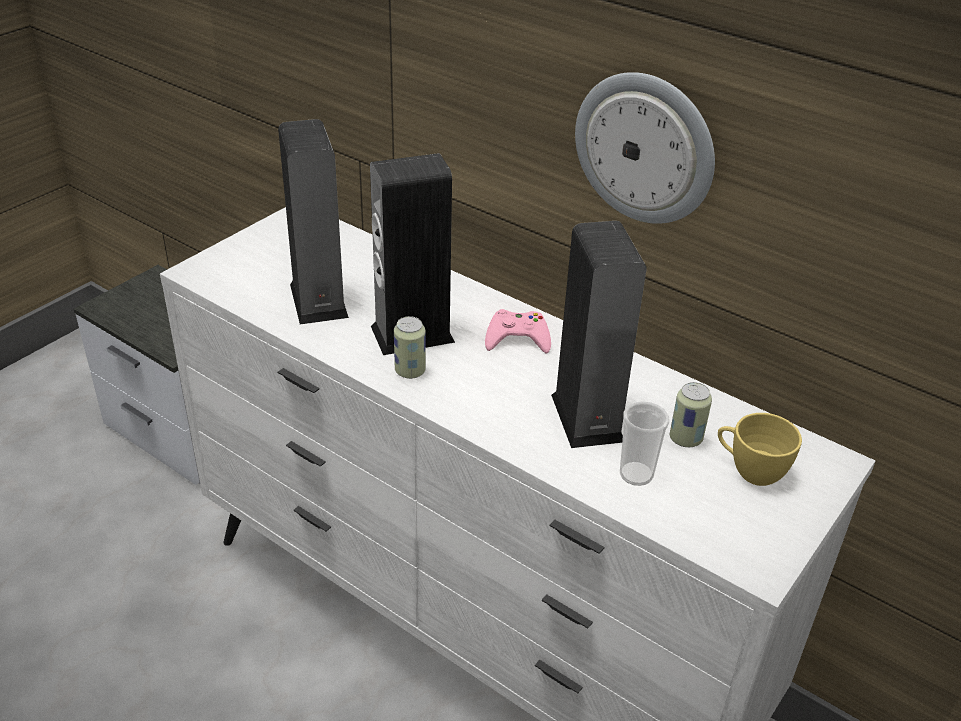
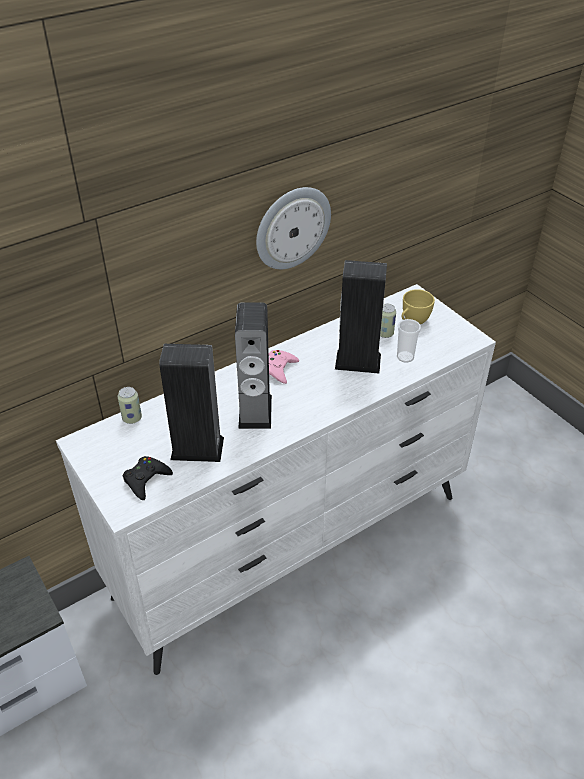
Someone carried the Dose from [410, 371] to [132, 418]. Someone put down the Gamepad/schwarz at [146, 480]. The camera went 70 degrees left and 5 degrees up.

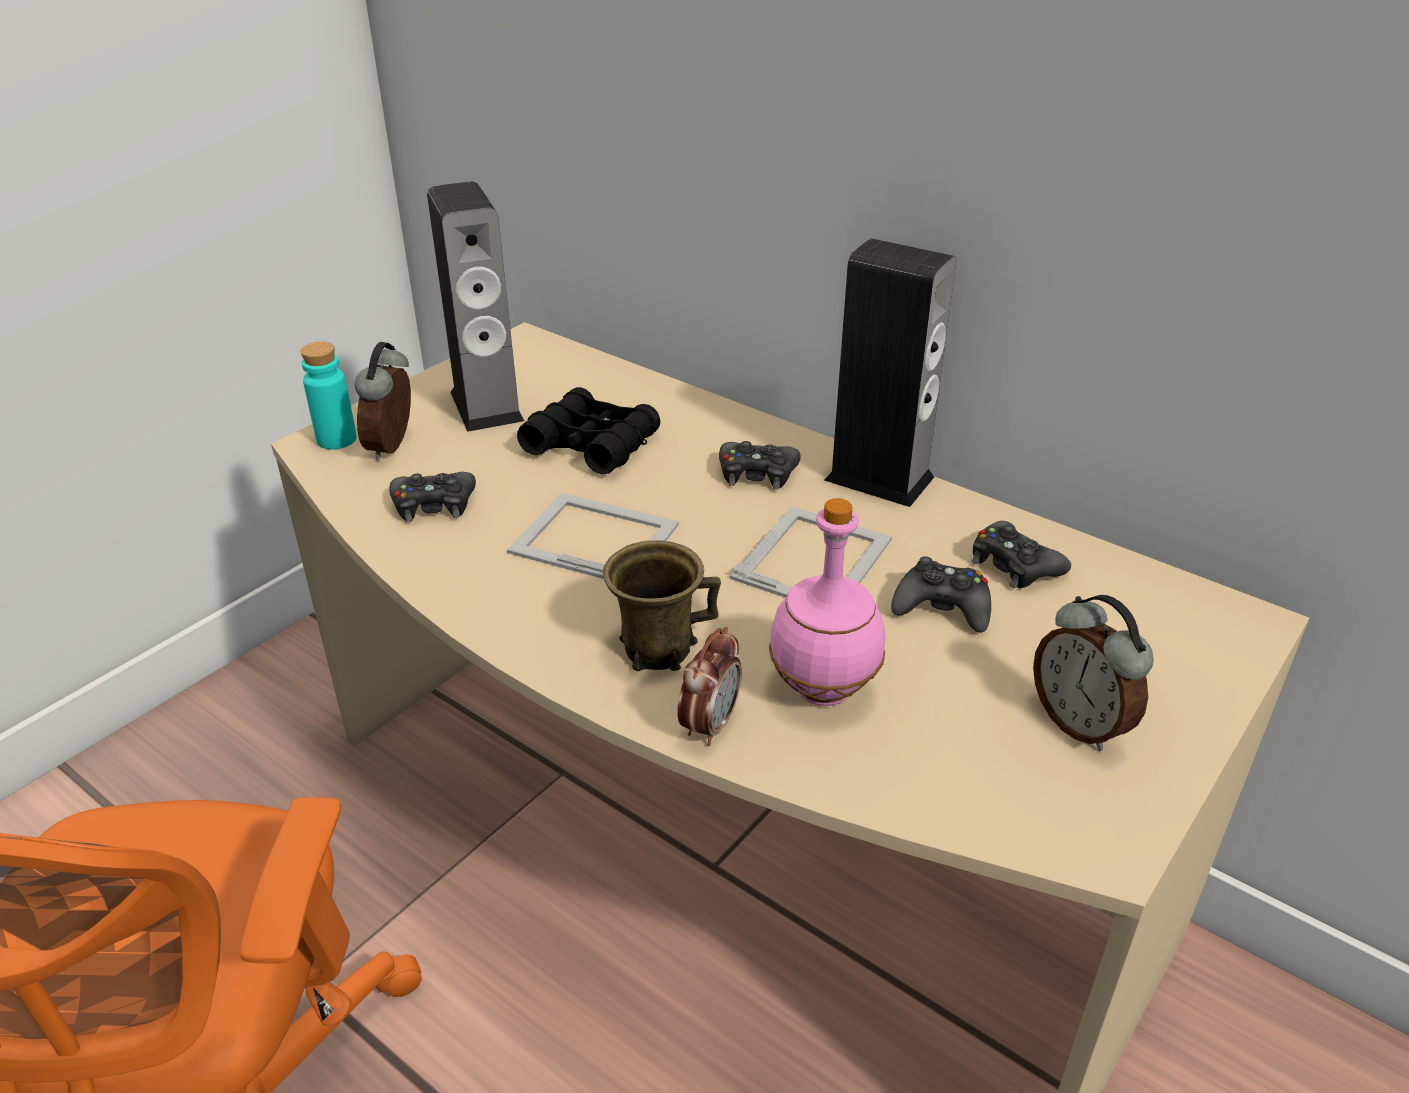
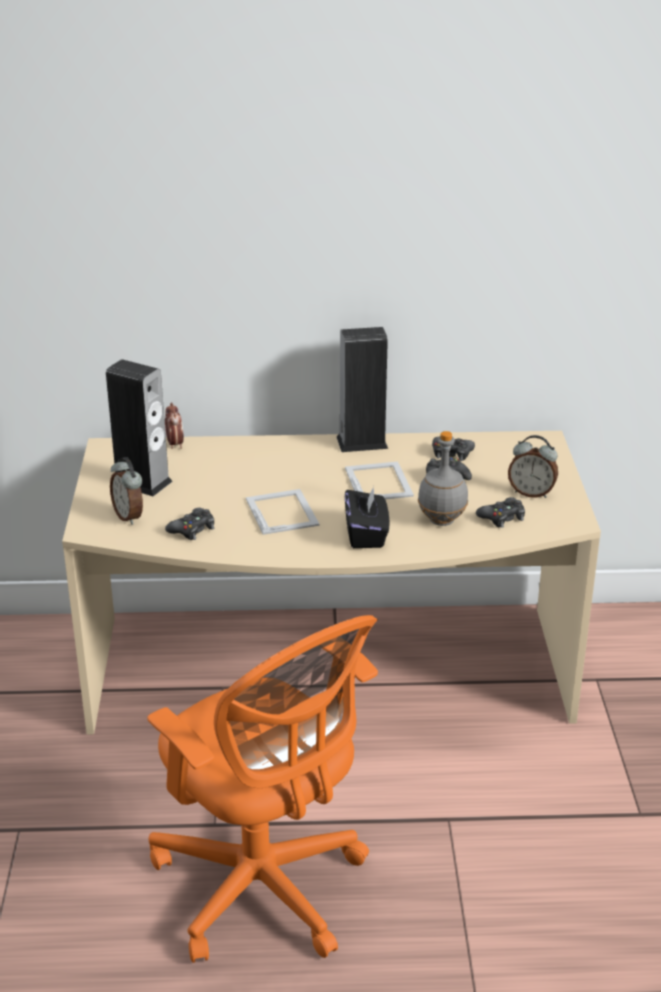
Someone took away the Flasche/türkis at [337, 439]. Someone rotated the Bilderrahmen at [593, 537] by 90 degrees clockwise. Someone took away the Fernglas/schwarz at [591, 445]. Someone swapped the Henkelbecher/braun at [657, 647] for the Taschentuchbox/schwarz at [366, 535]. Someone carried the Wecker from [710, 725] to [175, 444]. Someone carried the Gamepad/schwarz from [757, 474] to [502, 517]. Someone repainted the Flasche/rosa at [821, 690], which became the Flasche/grau at [441, 521]. The camera went 40 degrees left and 5 degrees down.

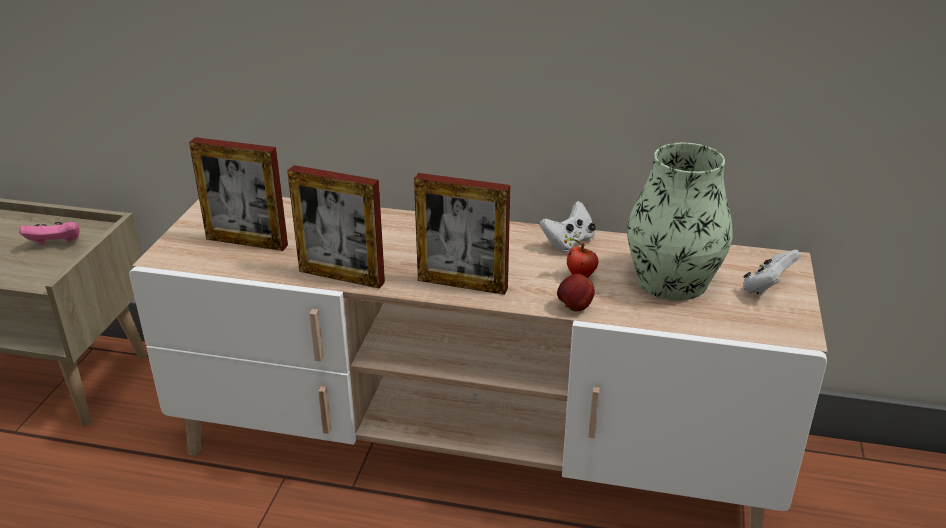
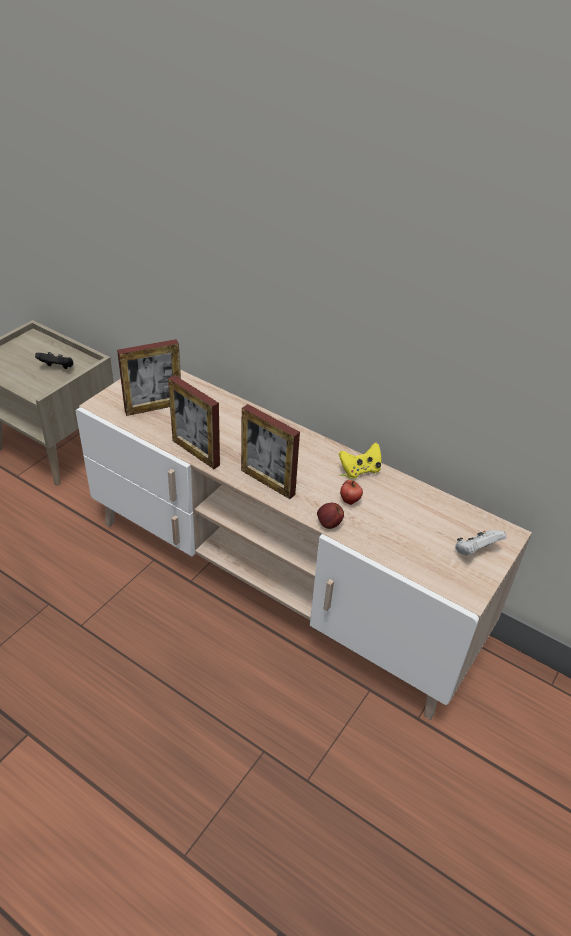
Someone repainted the Gamepad/rosa at [56, 244], which became the Gamepad/schwarz at [57, 368]. Someone rotated the Bilderrahmen at [247, 242] by 60 degrees counterclockwise. Someone repainted the Gamepad/weiß at [568, 242], which became the Gamepad/gelb at [360, 470]. Someone took away the Vase at [672, 281]. The camera went 20 degrees right and 10 degrees up.

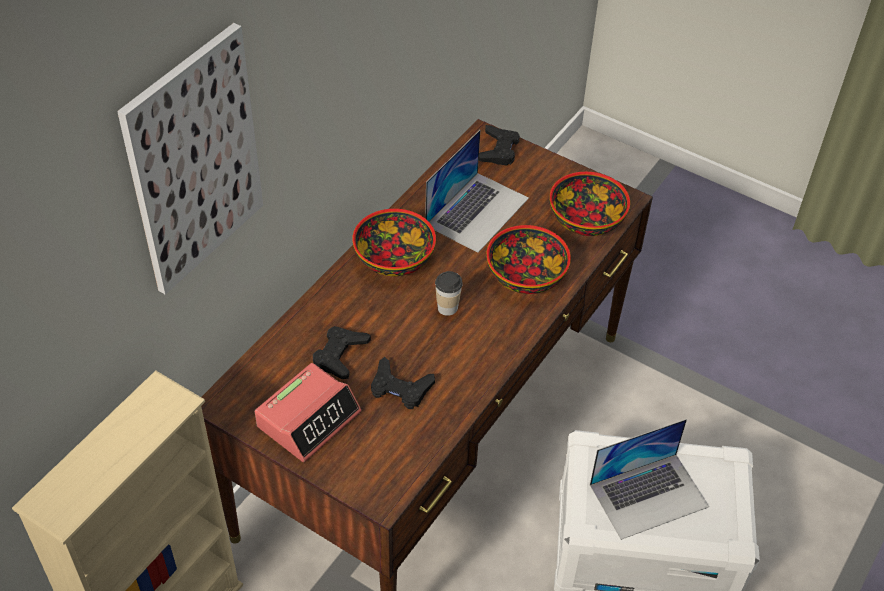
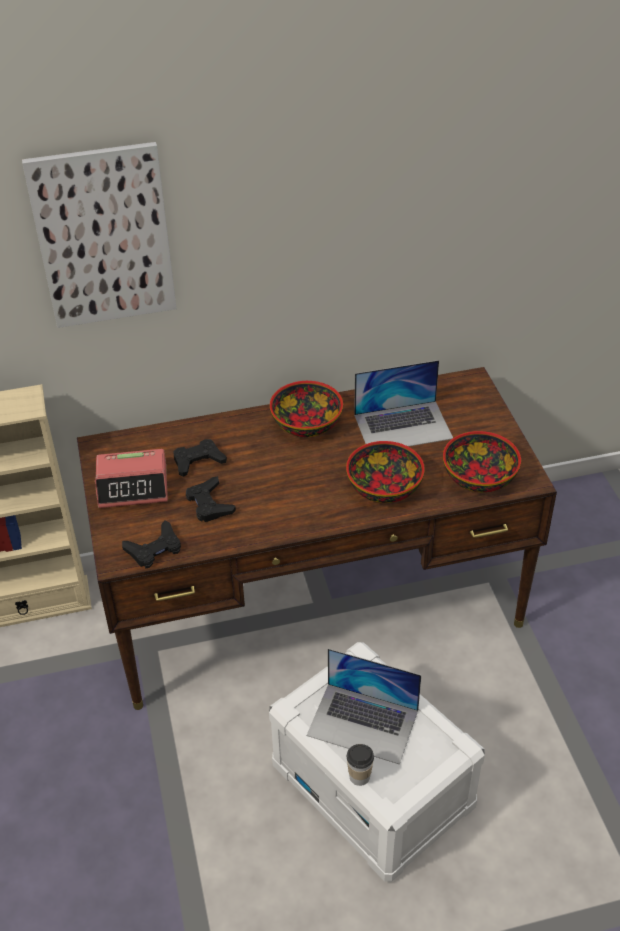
Someone carried the Tasse from [447, 307] to [359, 776]. Someone carried the Gamepad/schwarz from [498, 150] to [154, 549]. The camera went 45 degrees right and 5 degrees down.

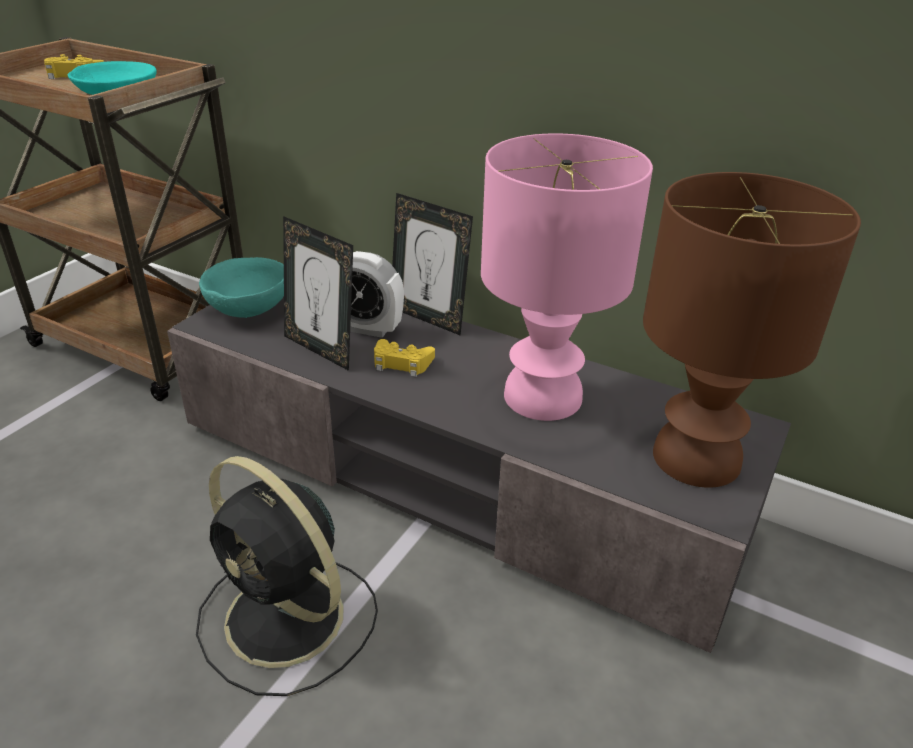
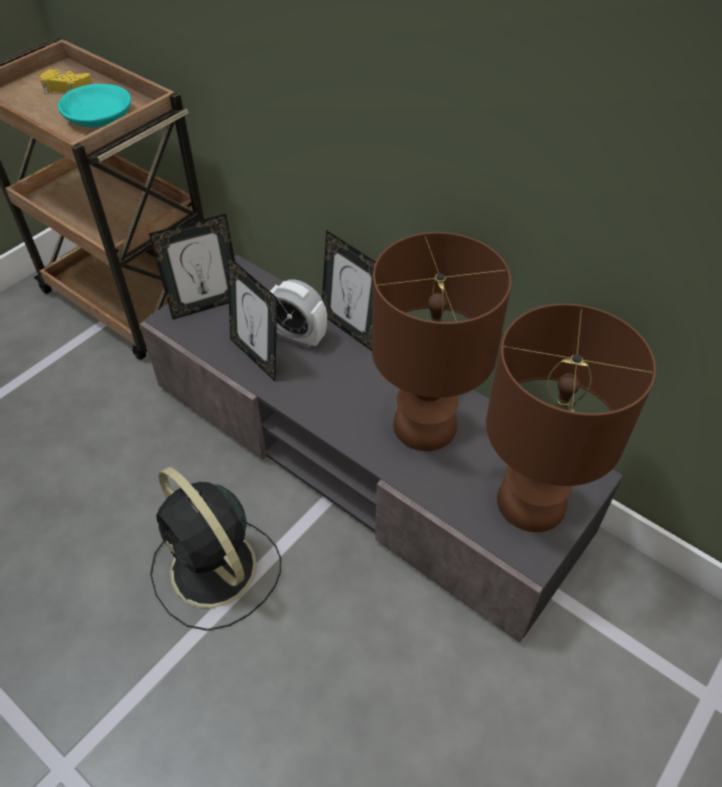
Someone swapped the Schüssel/türkis at [249, 308] for the Bilderrahmen at [206, 305]. Someone took away the Gamepad/gelb at [401, 363]. Someone repainted the Tischlampe/rosa at [544, 396], which became the Tischlampe/braun at [426, 425]. The camera went 10 degrees right and 15 degrees up.

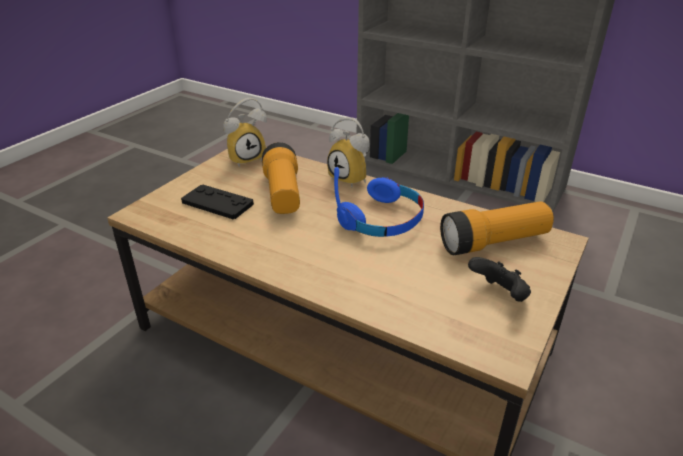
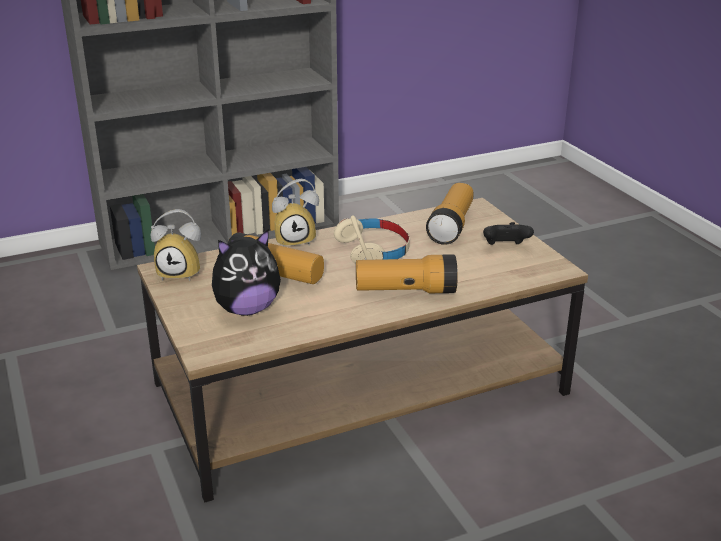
Someone swapped the Gamepad/schwarz at [217, 203] for the Plüschtier at [247, 309]. Someone rotated the Wecker at [246, 158] by 90 degrees clockwise. Someone repainted the Kopfhörer/blau at [383, 220], which became the Kopfhörer/beige at [373, 251]. Someone put down the Taschenlampe at [405, 291]. The camera went 55 degrees left and 5 degrees down.

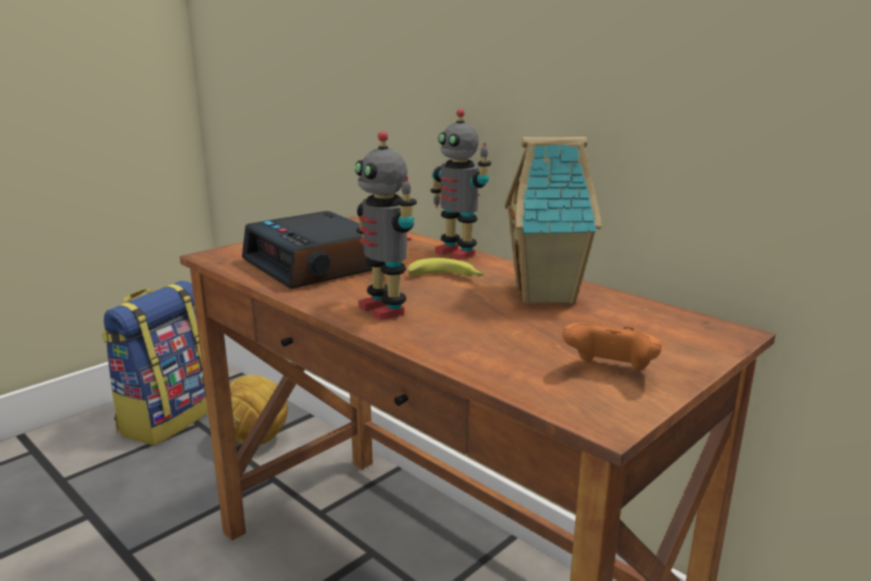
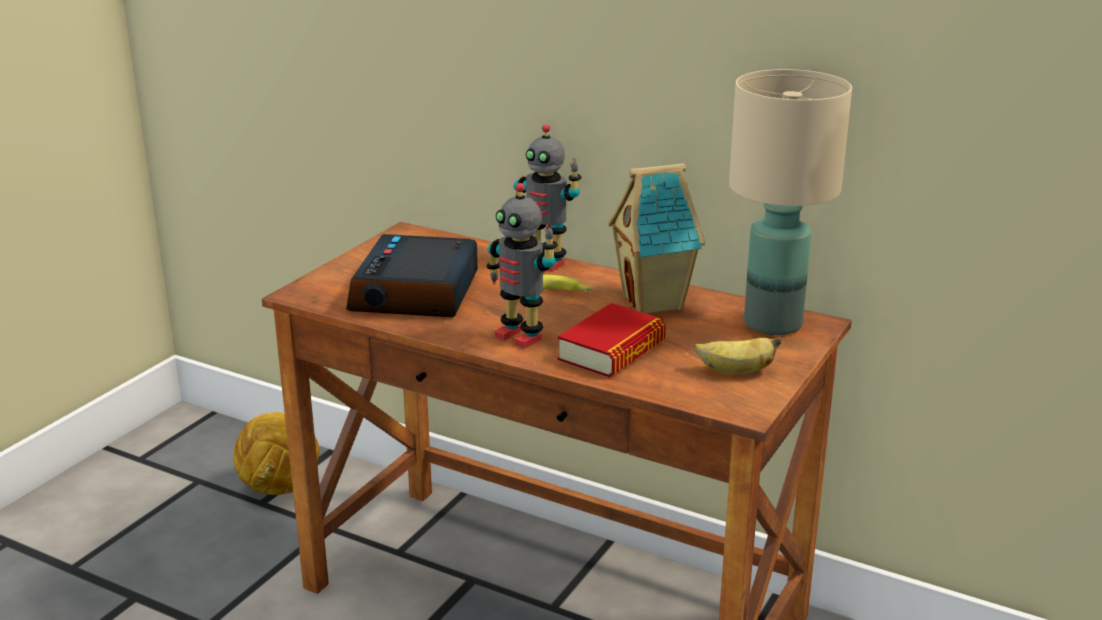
Someone took away the Rucksack at [168, 418]. Someone rotated the Wecker at [316, 264] by 60 degrees clockwise. Someone swapped the Gamepad/orange at [609, 372] for the Banane at [735, 371]. Someone put down the Buch at [611, 351]. Someone put down the Tischlampe/beige at [771, 323]. The camera went 15 degrees left and 5 degrees up.

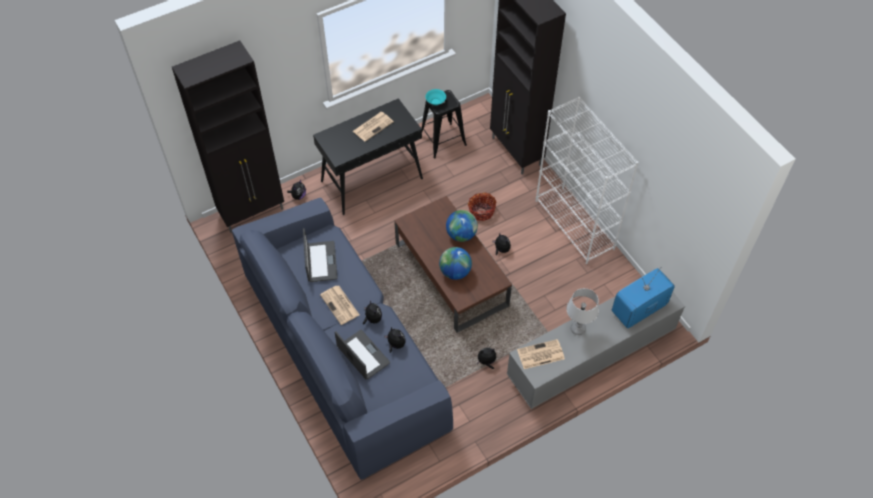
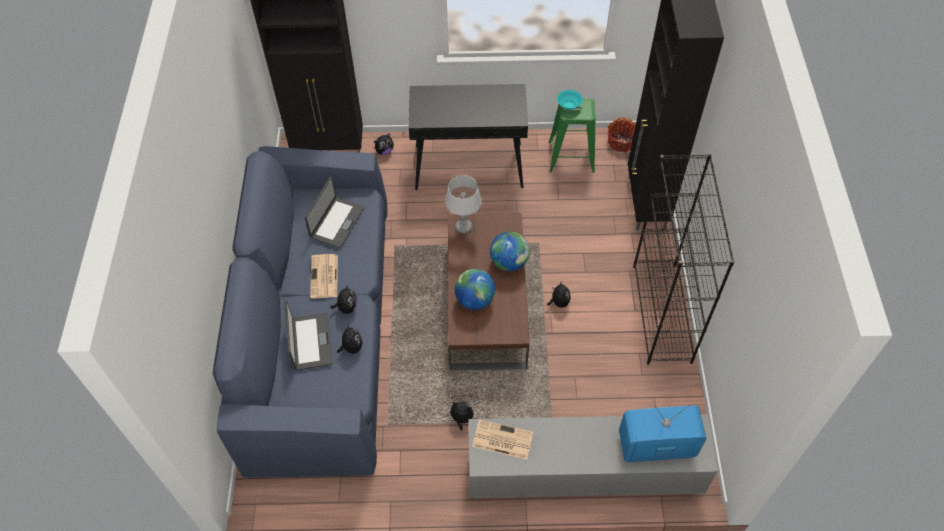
Someone took away the Zeitung at [373, 126]. Someone repainted the Hocker/schwarz at [442, 141], which became the Hocker/grün at [570, 157]. Someone carried the Korb from [481, 211] to [621, 142]. Someone repainted the Bücherregal/weiß at [575, 225], which became the Bücherregal/schwarz at [662, 313]. Someone carried the Tischlampe/grau from [578, 329] to [464, 227]. The camera went 30 degrees right and 0 degrees up.

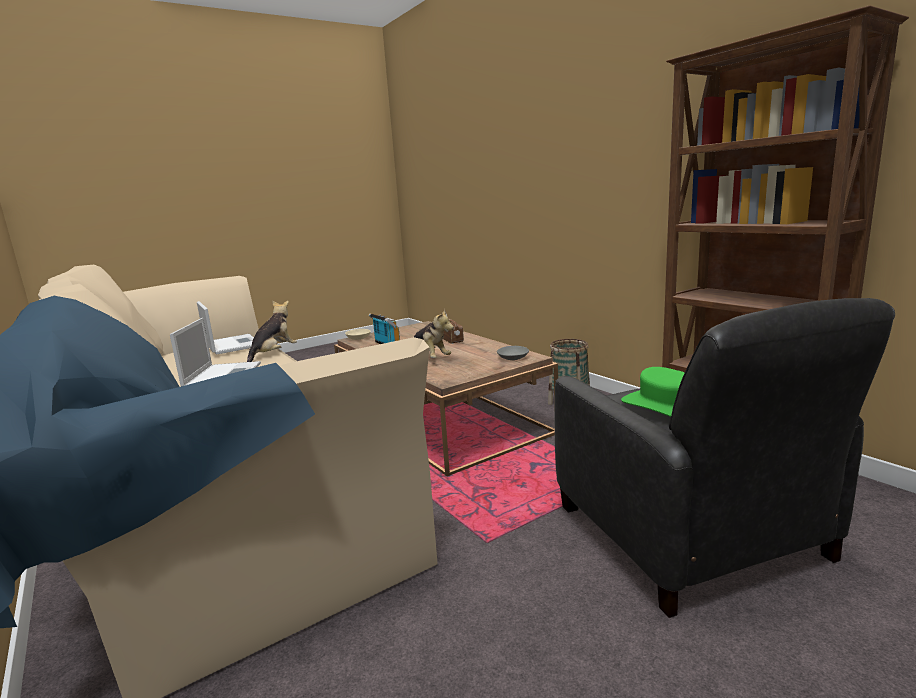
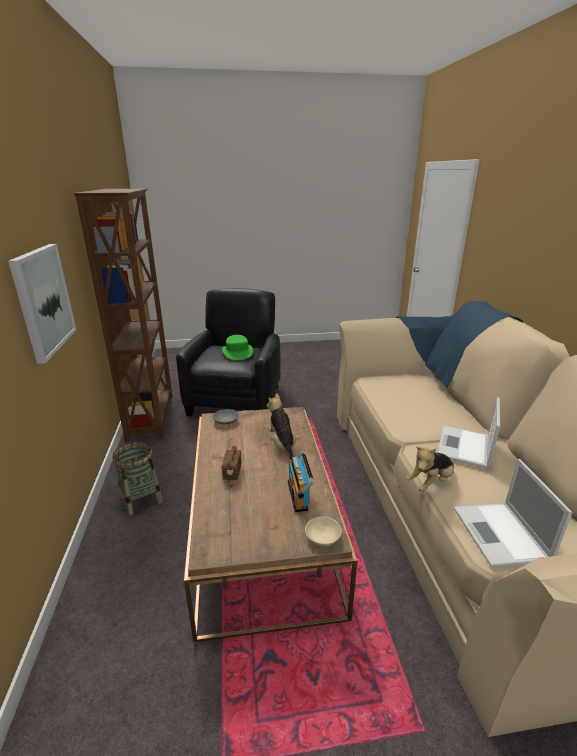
Someone put up the Bild at [43, 300]. The camera went 155 degrees left and 10 degrees up.

